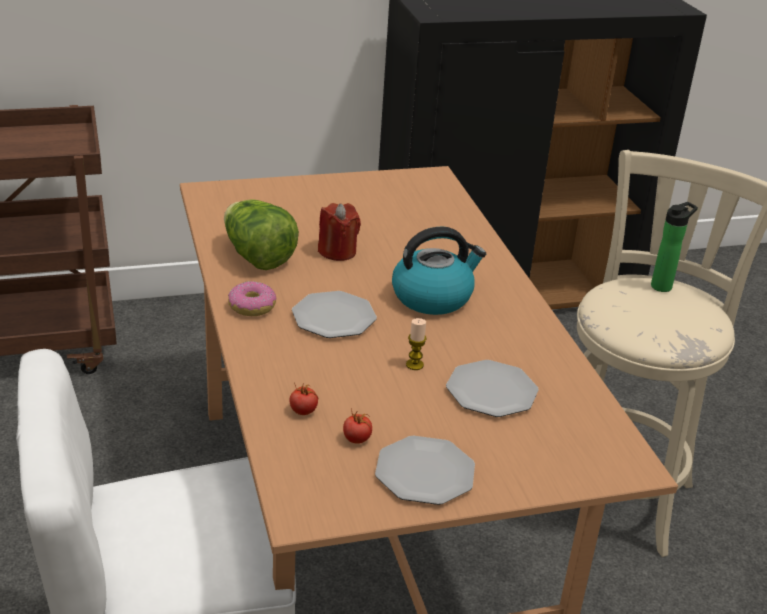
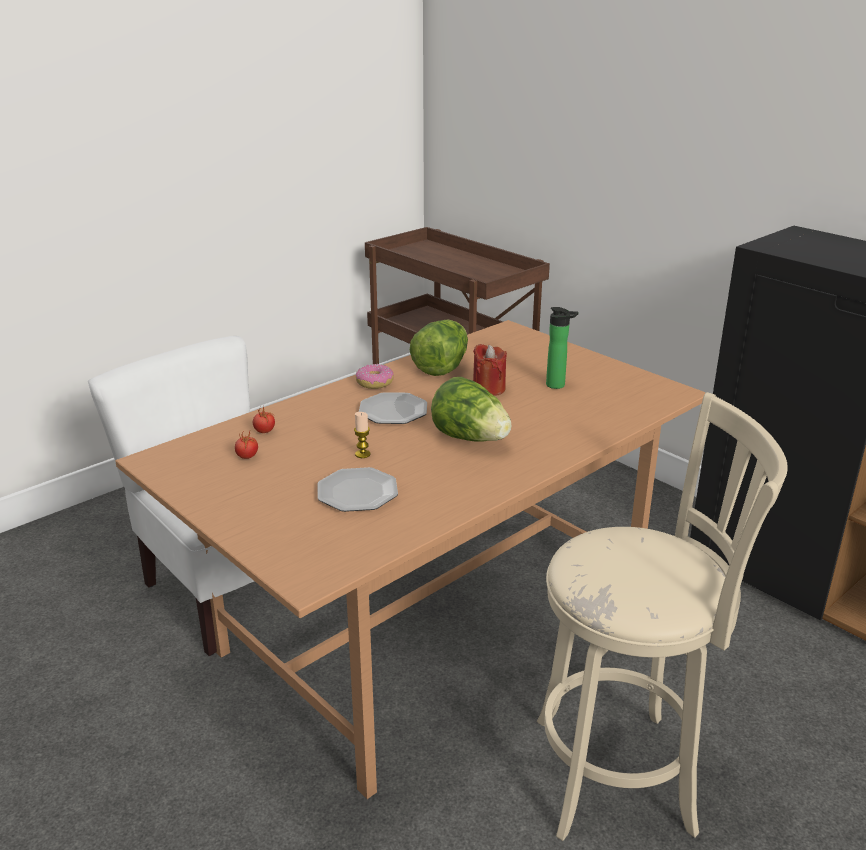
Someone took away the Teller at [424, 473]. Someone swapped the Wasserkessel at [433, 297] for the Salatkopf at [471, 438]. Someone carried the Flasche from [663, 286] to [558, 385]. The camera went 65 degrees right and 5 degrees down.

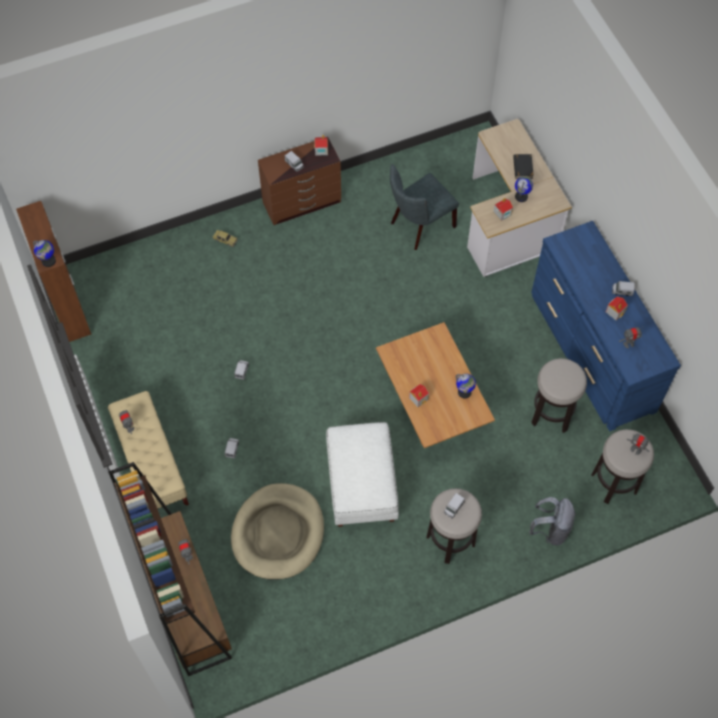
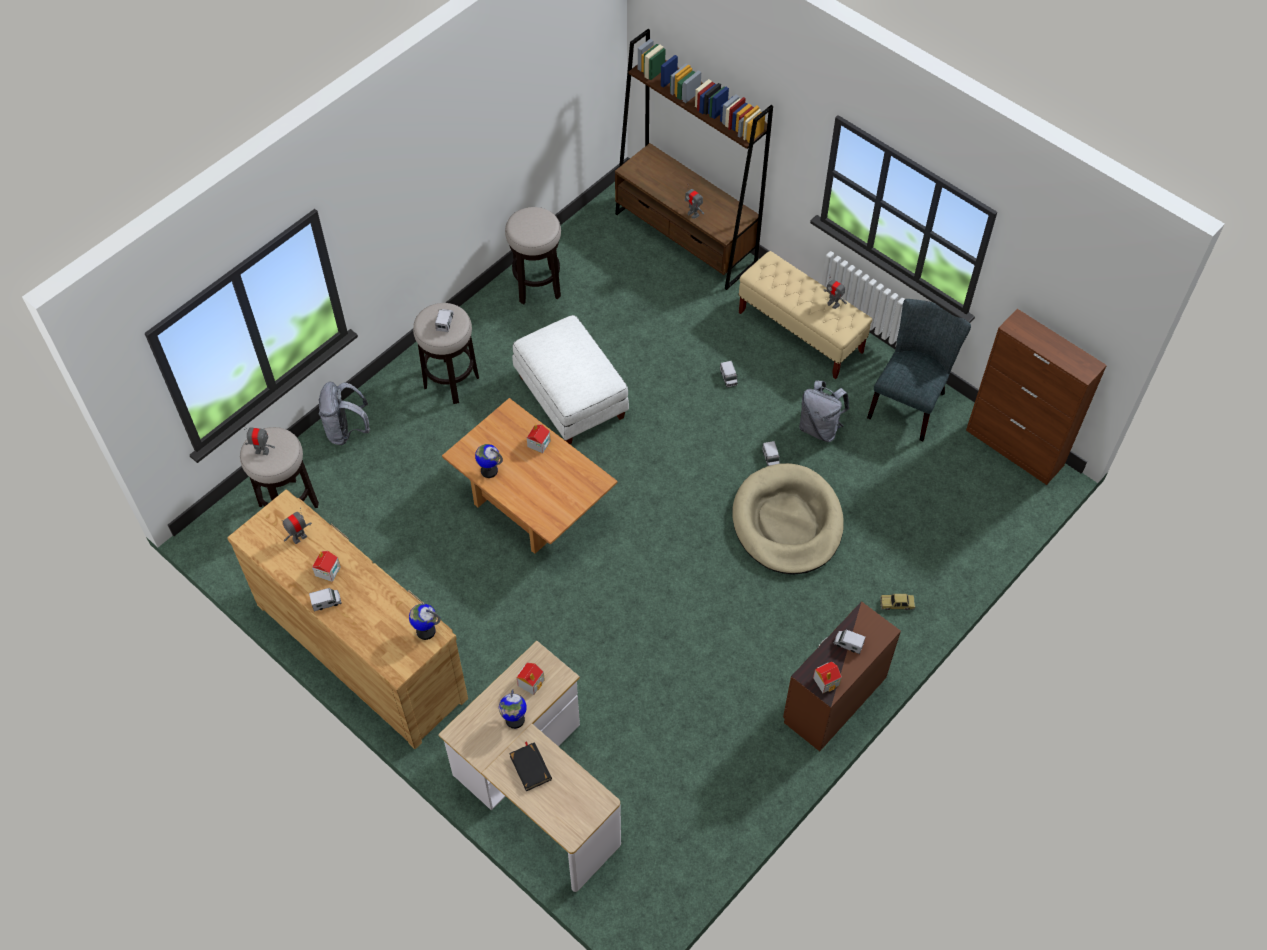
Someone carried the Globus from [48, 261] to [425, 631]. Someone carried the Hundebett/beige from [278, 533] to [787, 522]. Someone carried the Stuhl/grau from [419, 226] to [909, 402]. Someone repainted the Kommode/blau at [591, 351], which became the Kommode/braun at [361, 649]. Someone carried the Hocker from [551, 414] to [537, 286]. Someone put down the Rucksack/grau at [820, 428]. The camera went 155 degrees right and 5 degrees down.

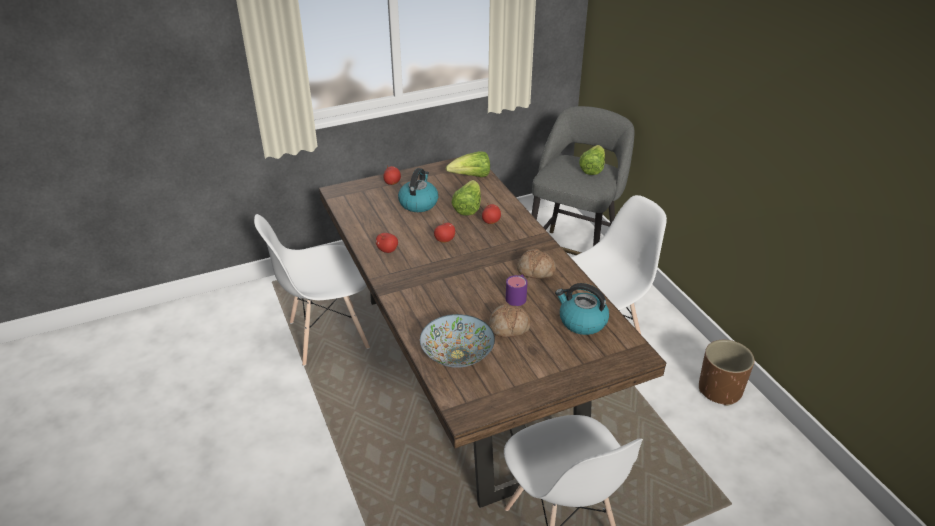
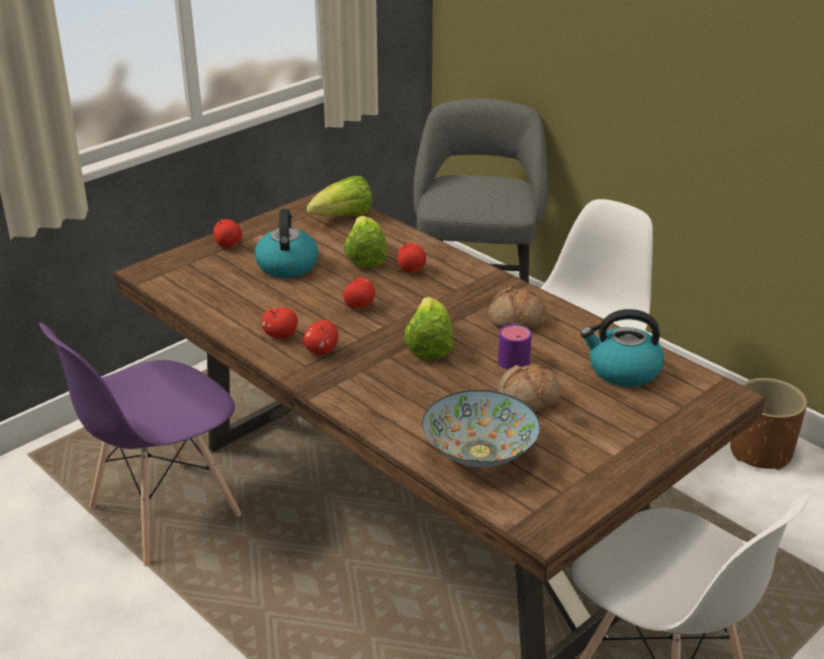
Someone repainted the Stuhl/weiß at [328, 335], which became the Stuhl/lila at [163, 512]. Someone carried the Salatkopf from [592, 169] to [428, 346]. Someone put down the Apfel at [321, 351]. The camera went 20 degrees left and 5 degrees down.

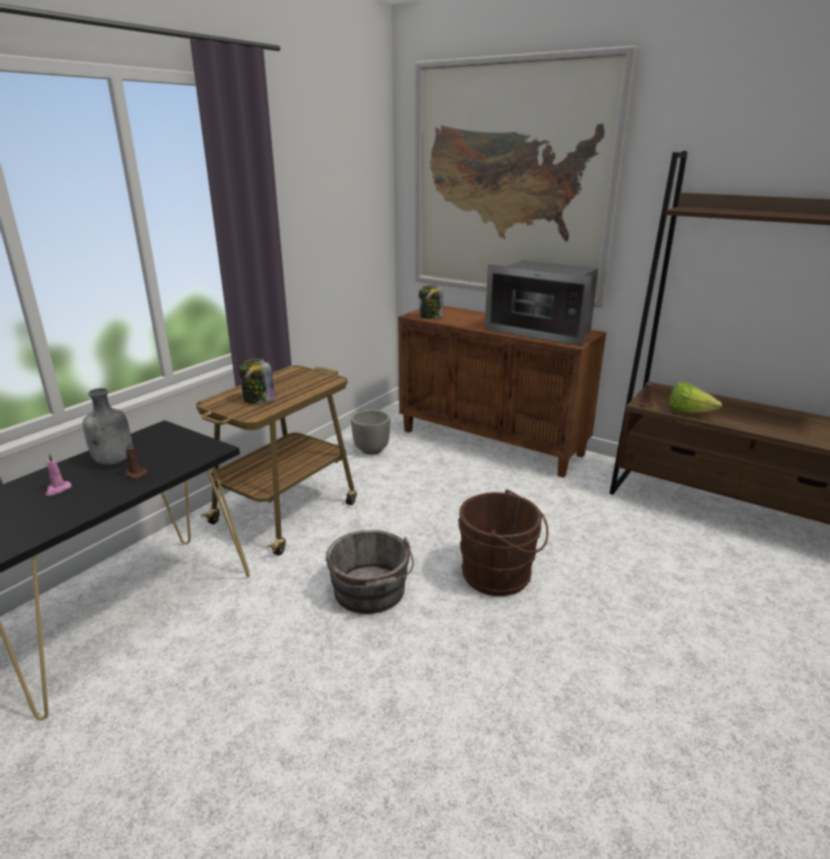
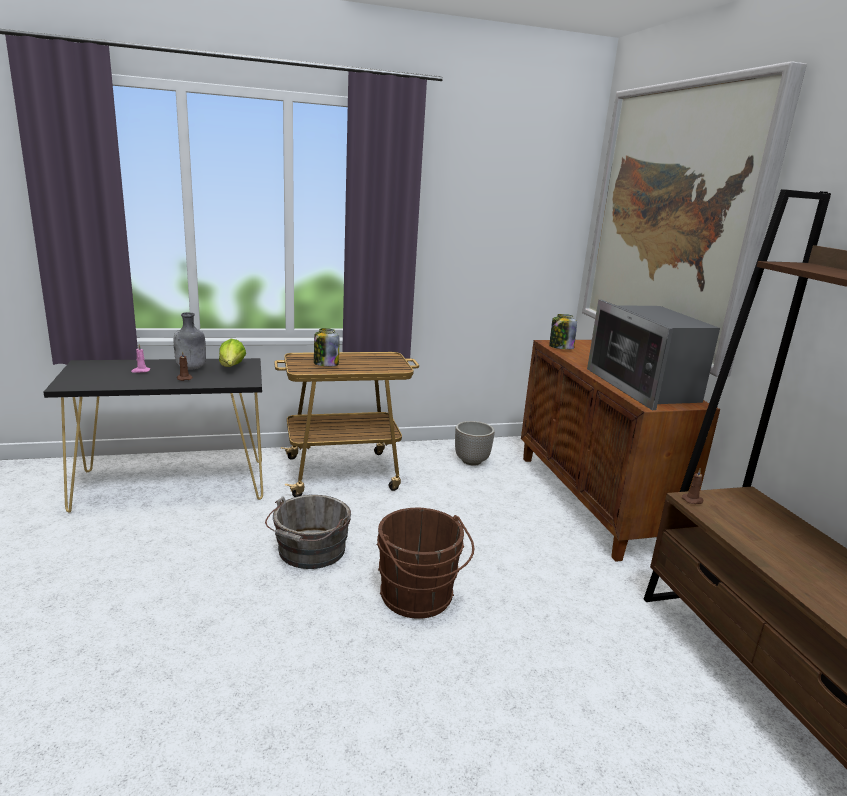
Someone carried the Salatkopf from [688, 412] to [231, 367]. The camera went 40 degrees right and 5 degrees down.

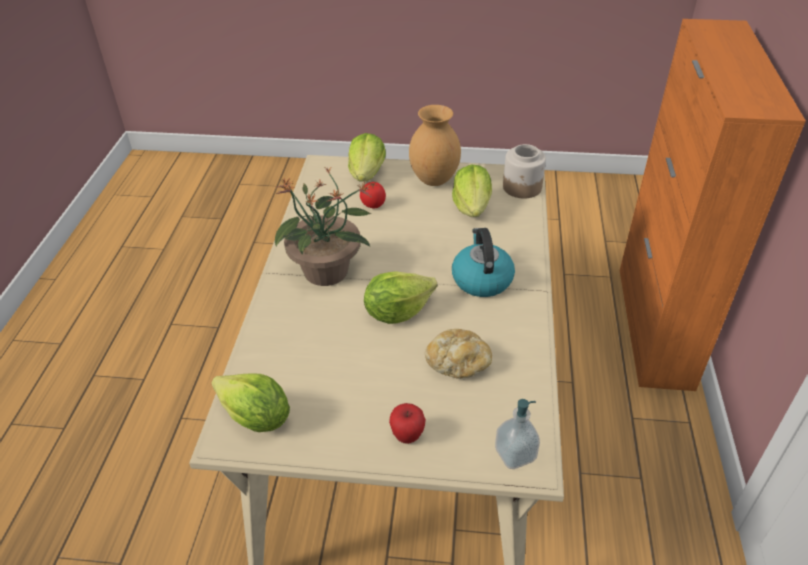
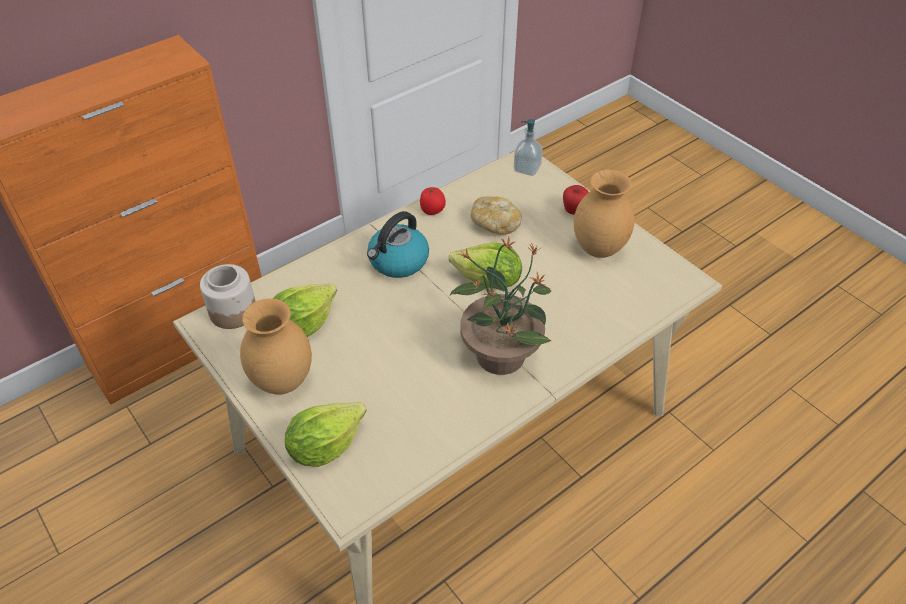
Someone took away the Salatkopf at [256, 418]. Someone carried the Tomate from [373, 205] to [432, 211]. Someone put down the Vase/braun at [598, 249]. The camera went 135 degrees left and 5 degrees up.

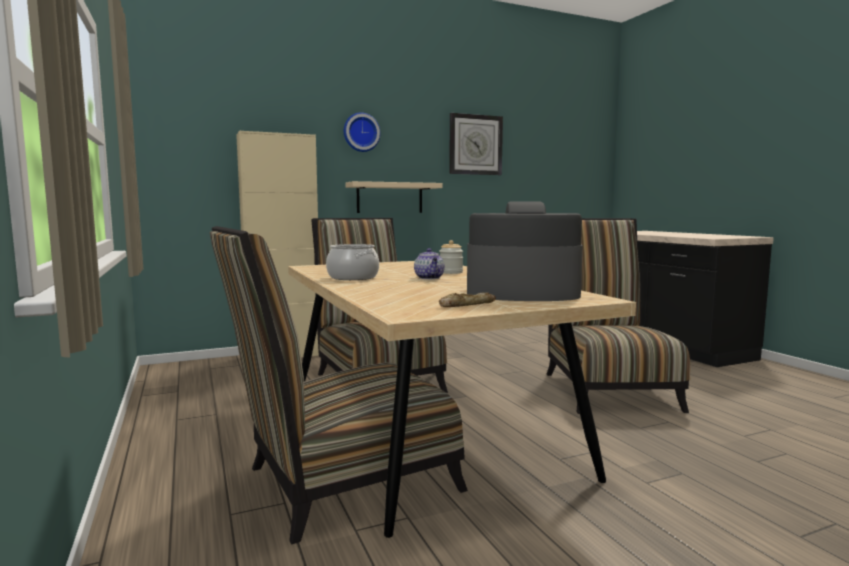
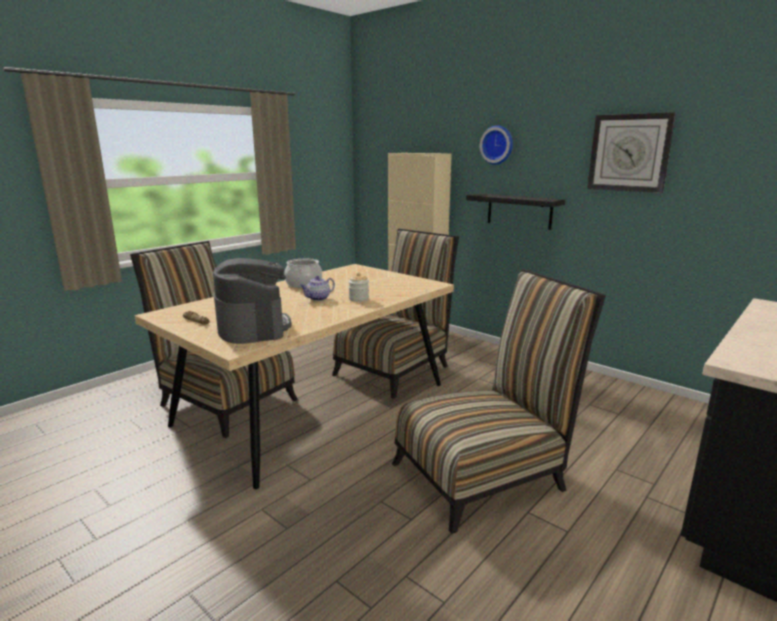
Someone repainted the Wandregal/beige at [390, 198], which became the Wandregal/schwarz at [519, 211]. The camera went 65 degrees right and 10 degrees up.

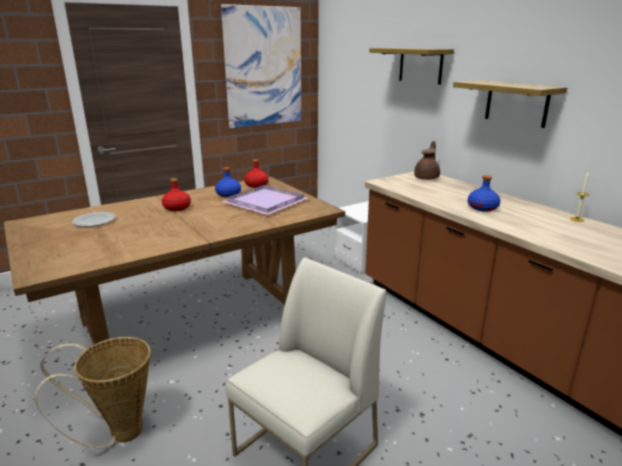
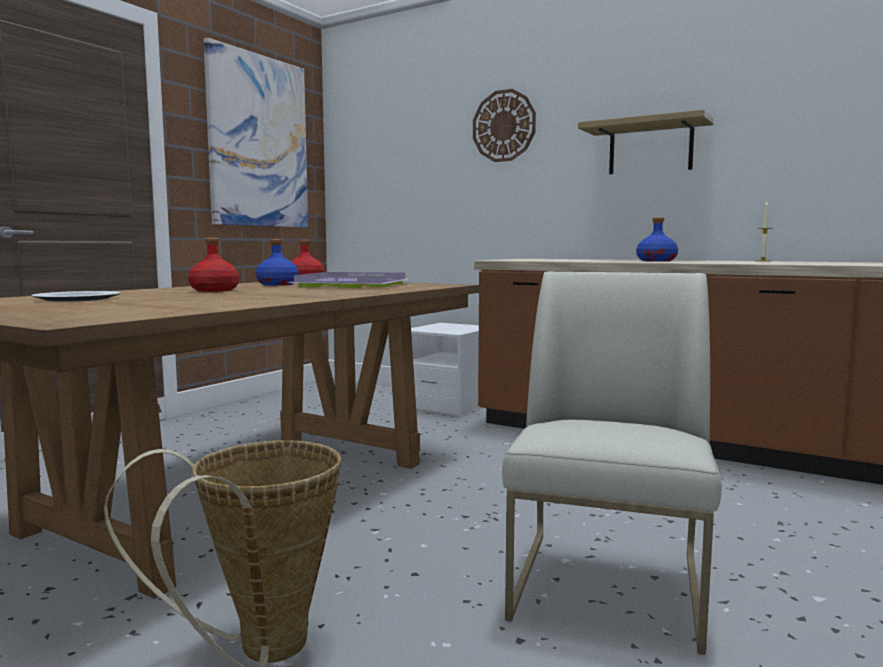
Someone swapped the Wandregal at [420, 65] for the Wanduhr at [504, 126]. Someone took away the Teekanne/braun at [427, 178]. The camera went 25 degrees left and 15 degrees down.

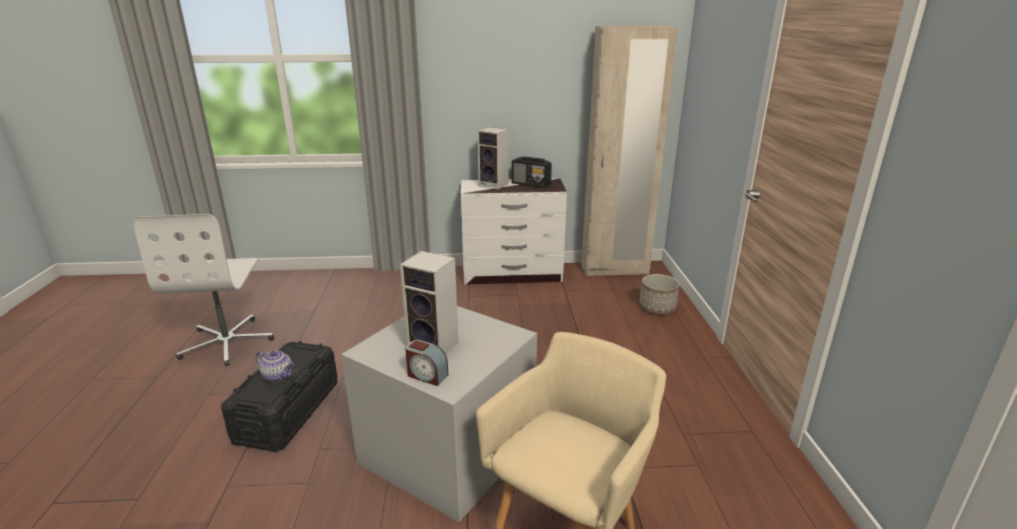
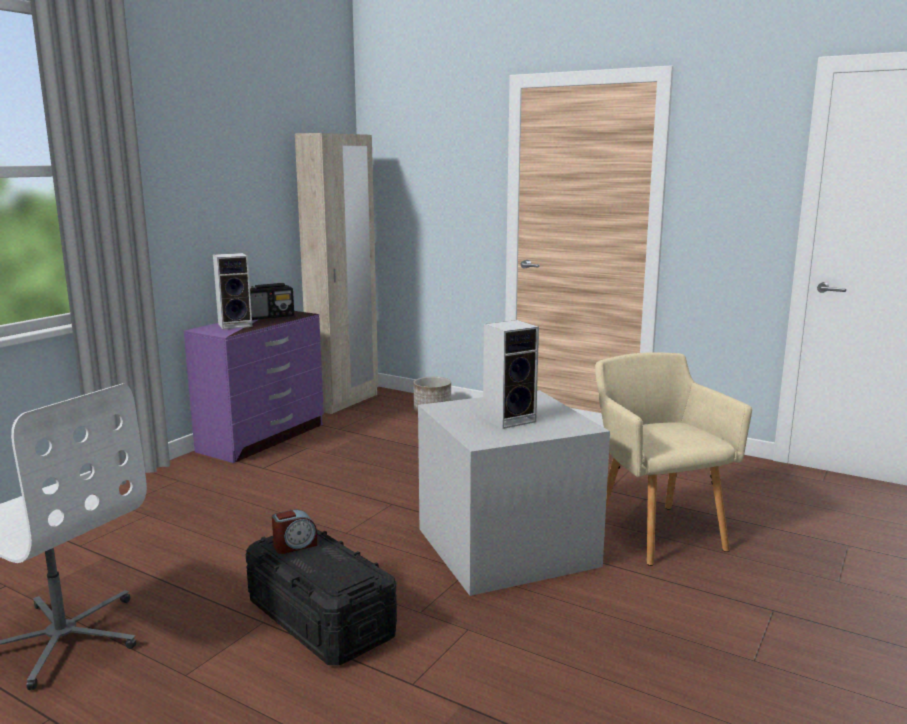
Someone took away the Teekanne at [278, 376]. Someone carried the Wecker from [426, 375] to [295, 545]. Someone repainted the Kommode/weiß at [512, 274], which became the Kommode/lila at [263, 438]. The camera went 55 degrees left and 10 degrees down.

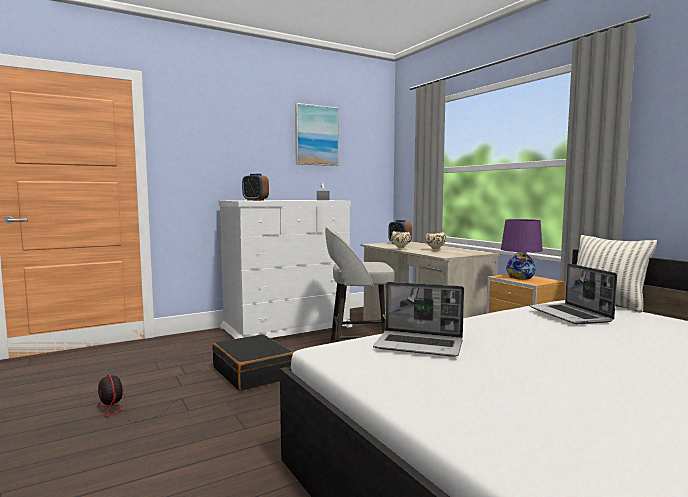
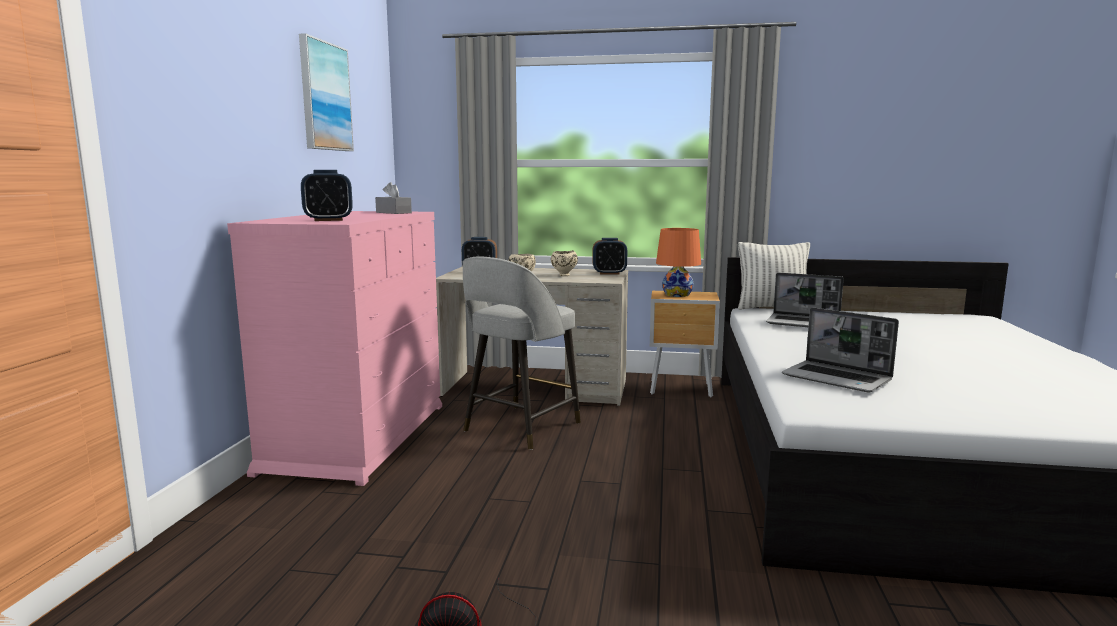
Someone took away the Koffer/schwarz at [253, 373]. Someone repainted the Kommode/weiß at [287, 327], which became the Kommode/rosa at [358, 436]. Someone rotated the Laptop at [420, 345] by 75 degrees clockwise. Someone repainted the Tischlampe/lila at [520, 277], which became the Tischlampe/orange at [677, 294]. Someone put down the Wecker at [609, 273]. The camera went 50 degrees left and 5 degrees up.

